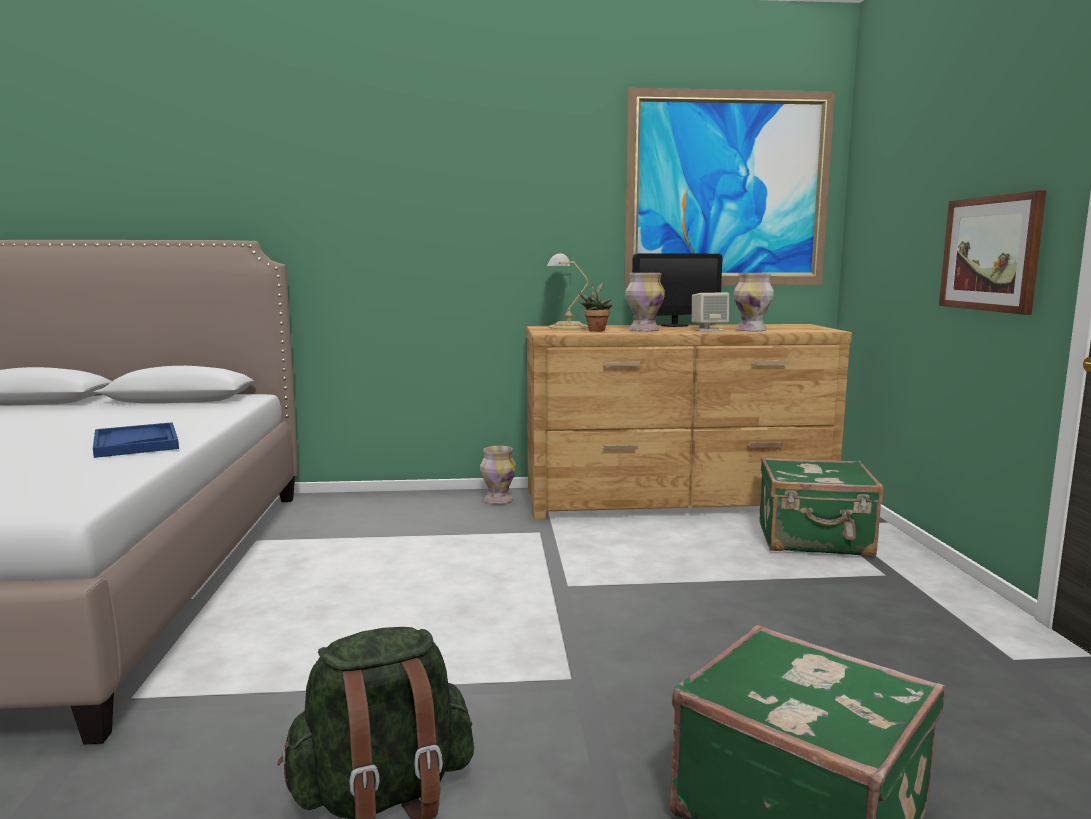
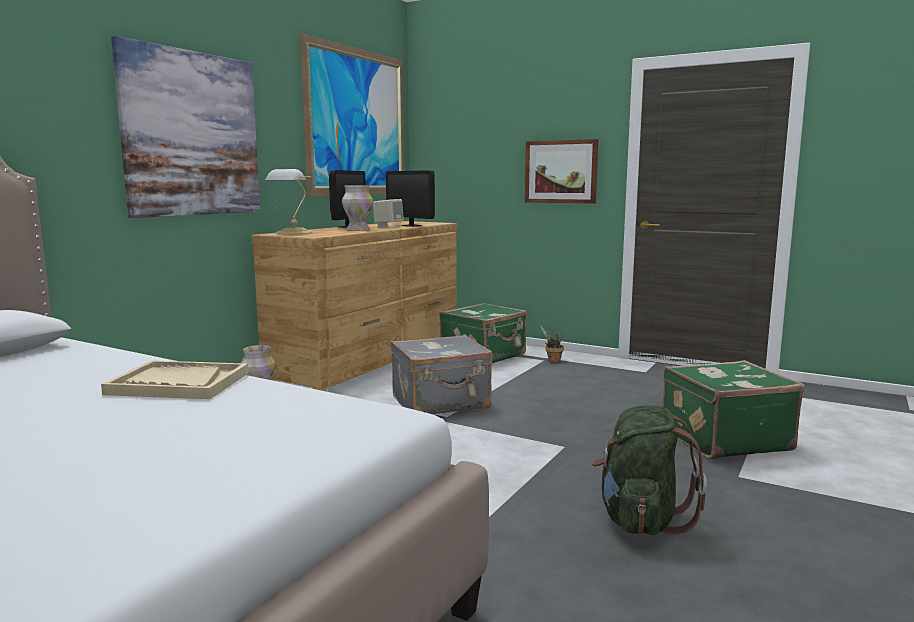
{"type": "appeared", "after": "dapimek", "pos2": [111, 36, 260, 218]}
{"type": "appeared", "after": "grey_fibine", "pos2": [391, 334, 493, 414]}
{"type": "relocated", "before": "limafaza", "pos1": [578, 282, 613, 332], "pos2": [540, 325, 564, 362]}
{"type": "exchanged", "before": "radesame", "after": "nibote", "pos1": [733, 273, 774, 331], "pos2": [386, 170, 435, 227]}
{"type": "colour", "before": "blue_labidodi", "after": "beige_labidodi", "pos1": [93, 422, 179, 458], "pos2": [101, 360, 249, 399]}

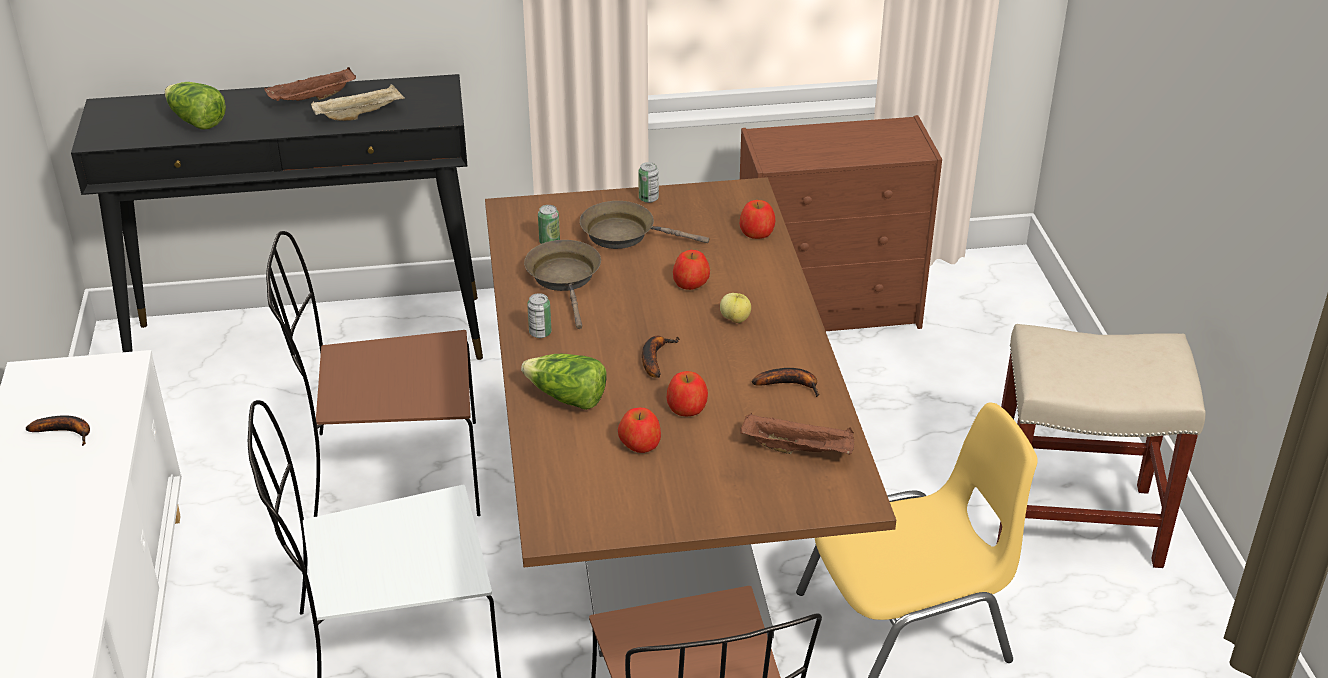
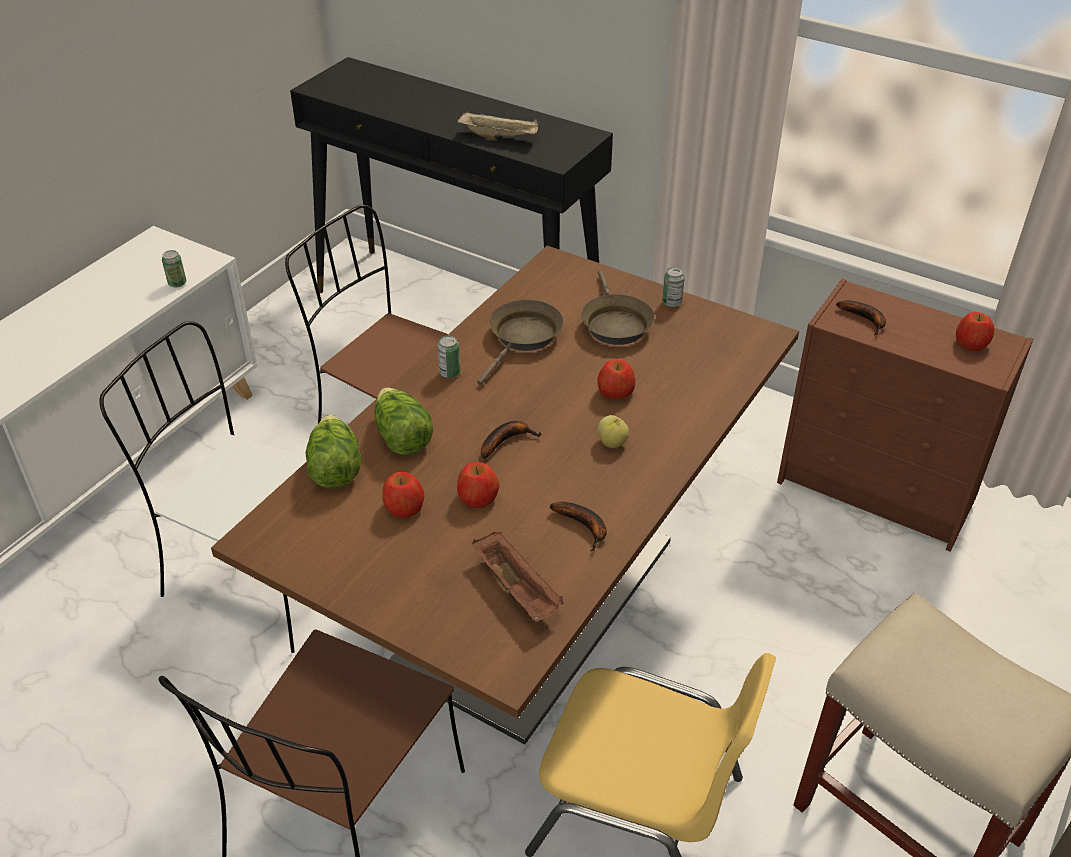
{"type": "missing", "before": "brown_labidodi", "pos1": [264, 67, 356, 101]}
{"type": "relocated", "before": "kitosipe", "pos1": [26, 415, 90, 446], "pos2": [836, 300, 886, 335]}
{"type": "relocated", "before": "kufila", "pos1": [165, 82, 226, 130], "pos2": [305, 415, 362, 489]}
{"type": "relocated", "before": "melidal", "pos1": [538, 205, 560, 244], "pos2": [162, 250, 186, 287]}
{"type": "relocated", "before": "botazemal", "pos1": [740, 200, 776, 239], "pos2": [956, 312, 995, 351]}
{"type": "spun", "before": "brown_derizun", "pos1": [580, 201, 709, 249], "pos2": [581, 270, 655, 345], "turn": -150}

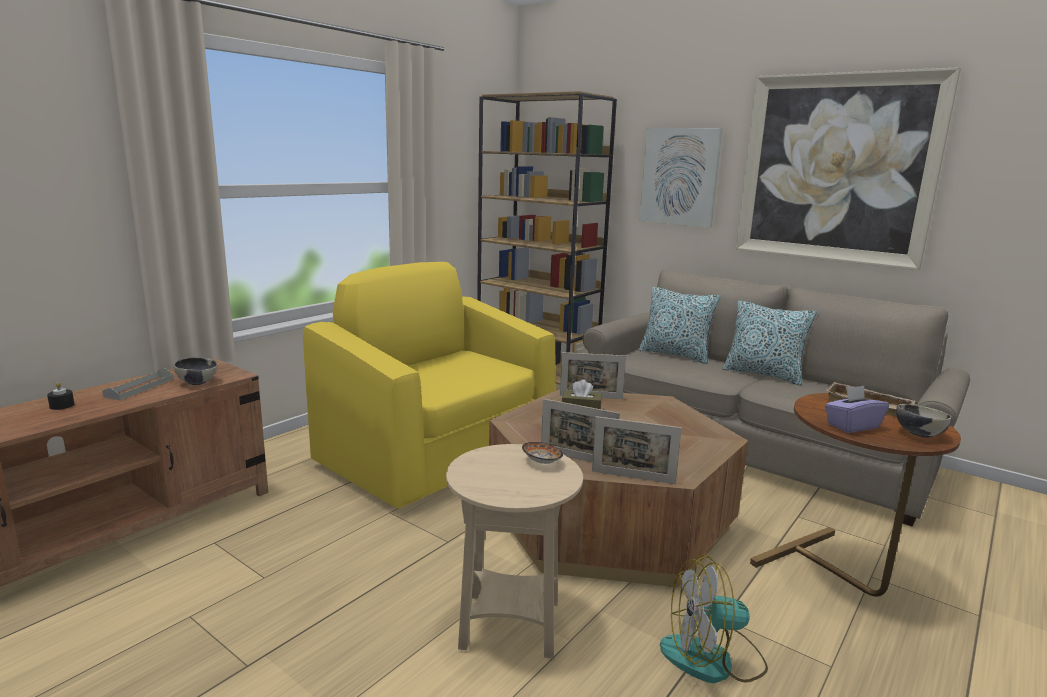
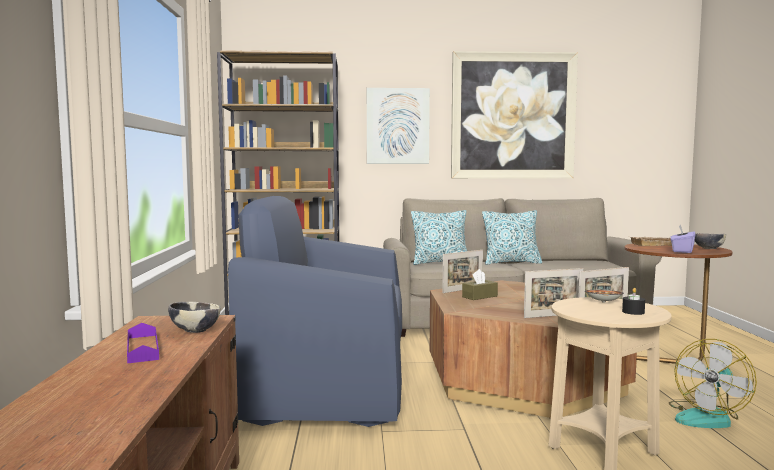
{"type": "relocated", "before": "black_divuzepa", "pos1": [47, 382, 74, 410], "pos2": [622, 288, 645, 315]}
{"type": "colour", "before": "grey_labidodi", "after": "purple_labidodi", "pos1": [102, 368, 174, 400], "pos2": [127, 323, 159, 363]}
{"type": "colour", "before": "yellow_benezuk", "after": "blue_benezuk", "pos1": [303, 262, 556, 508], "pos2": [228, 196, 402, 427]}

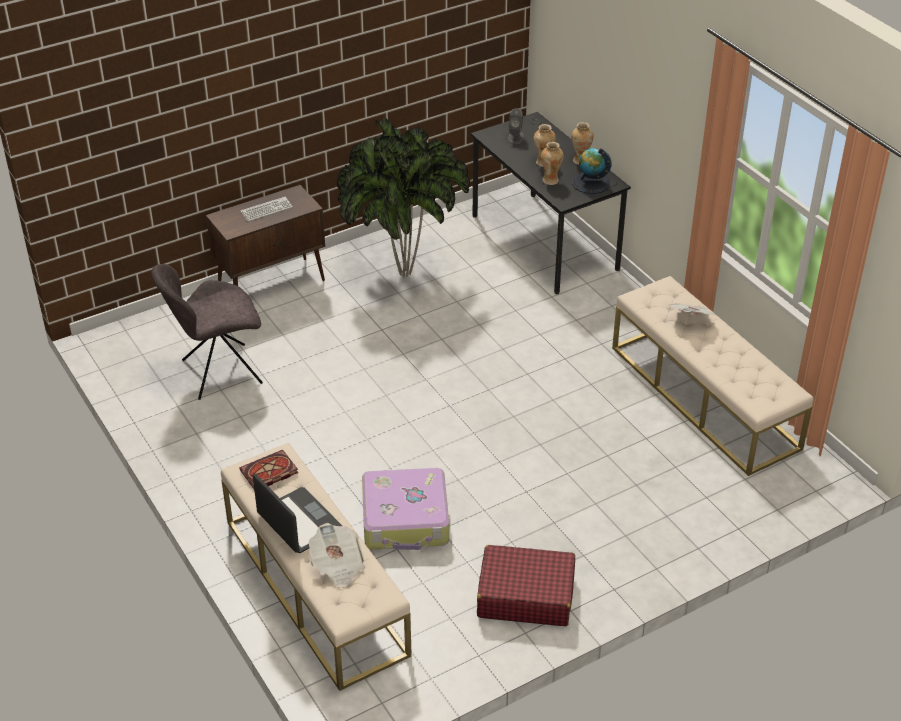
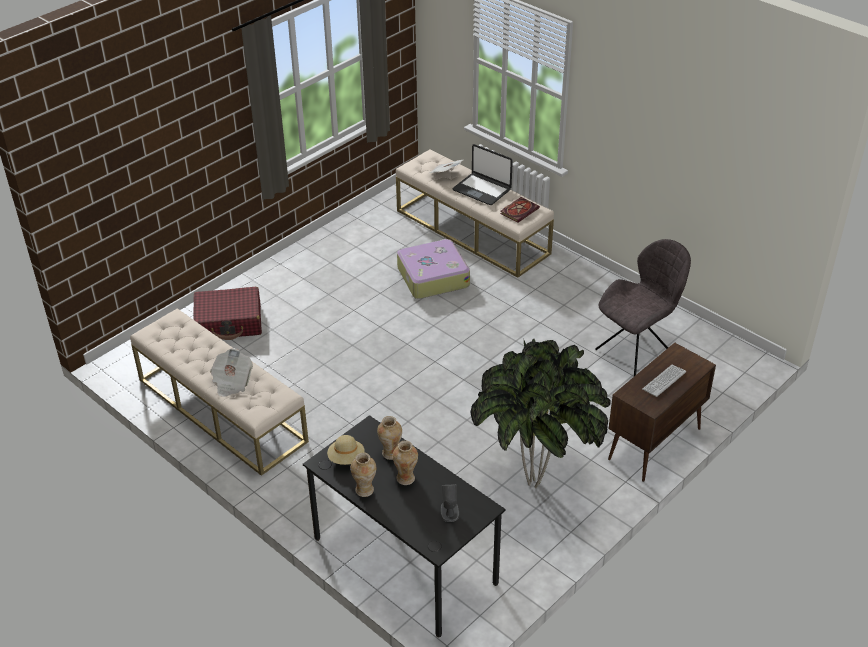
{"type": "relocated", "before": "red_fibine", "pos1": [477, 545, 575, 626], "pos2": [193, 287, 262, 340]}
{"type": "exchanged", "before": "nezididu", "after": "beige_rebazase", "pos1": [572, 148, 611, 194], "pos2": [327, 435, 365, 465]}

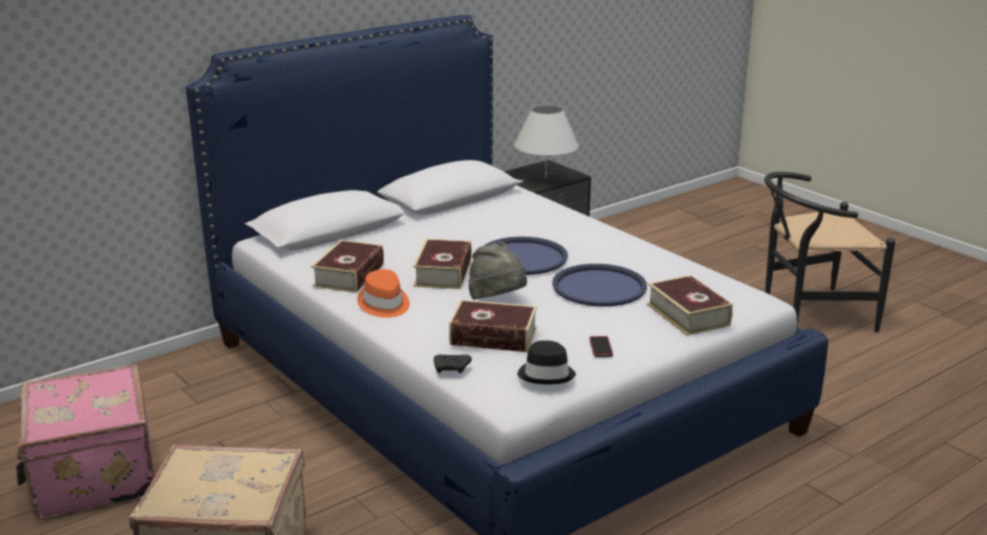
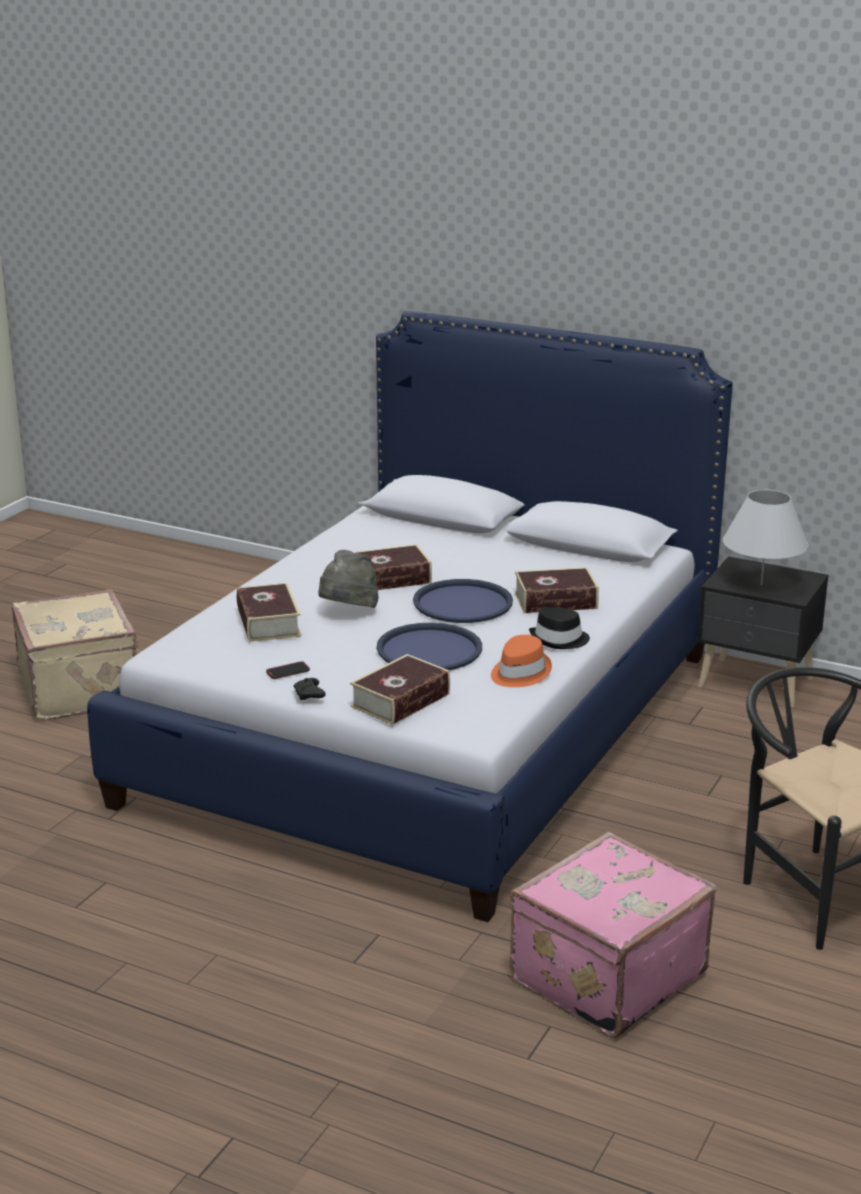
{"type": "relocated", "before": "pink_fibine", "pos1": [16, 365, 155, 520], "pos2": [510, 832, 717, 1038]}
{"type": "relocated", "before": "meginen", "pos1": [311, 240, 384, 293], "pos2": [515, 567, 599, 613]}
{"type": "relocated", "before": "orange_rebazase", "pos1": [357, 269, 410, 318], "pos2": [491, 635, 552, 687]}
{"type": "relocated", "before": "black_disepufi", "pos1": [434, 355, 472, 374], "pos2": [293, 678, 326, 700]}
{"type": "relocated", "before": "black_rebazase", "pos1": [517, 340, 576, 384], "pos2": [529, 607, 590, 649]}

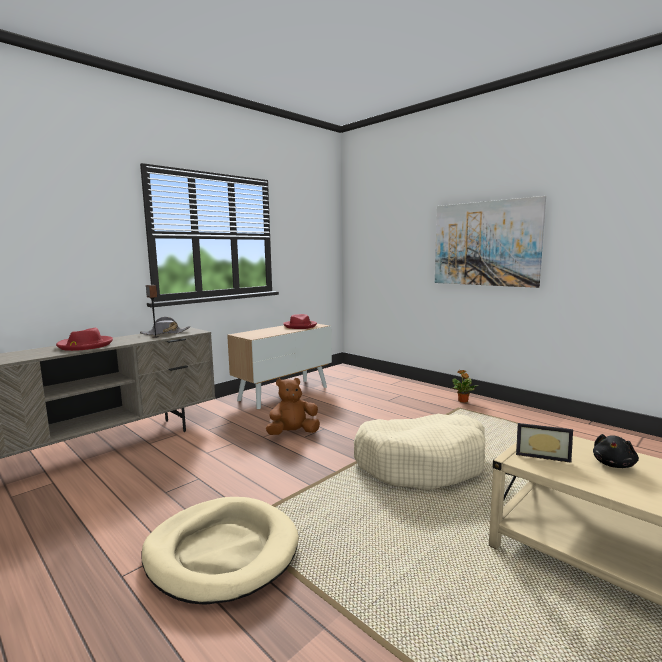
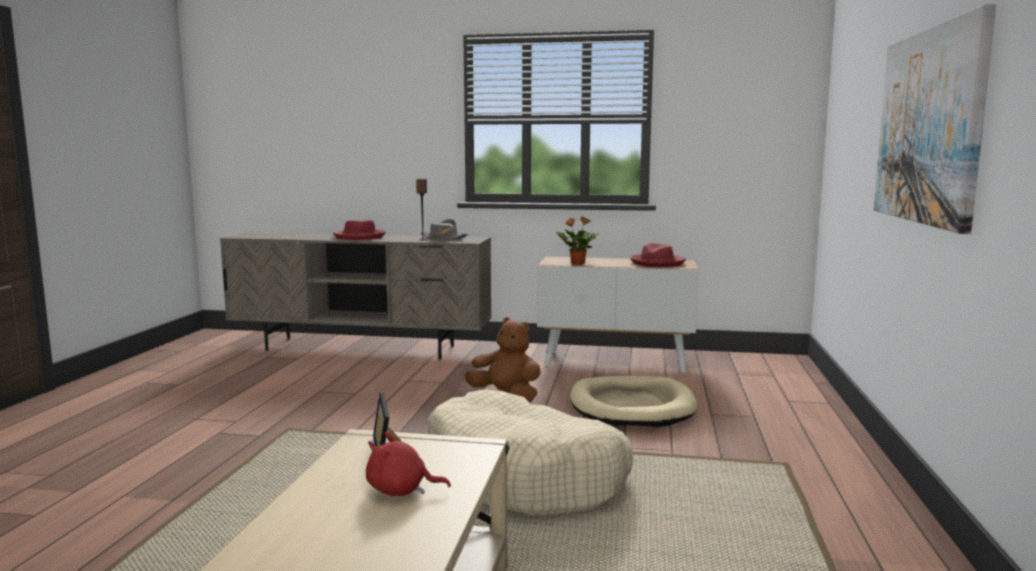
{"type": "relocated", "before": "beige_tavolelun", "pos1": [141, 497, 299, 605], "pos2": [570, 376, 698, 427]}
{"type": "relocated", "before": "limafaza", "pos1": [452, 370, 478, 403], "pos2": [556, 217, 600, 265]}
{"type": "colour", "before": "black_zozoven", "after": "red_zozoven", "pos1": [593, 434, 639, 468], "pos2": [366, 432, 451, 496]}

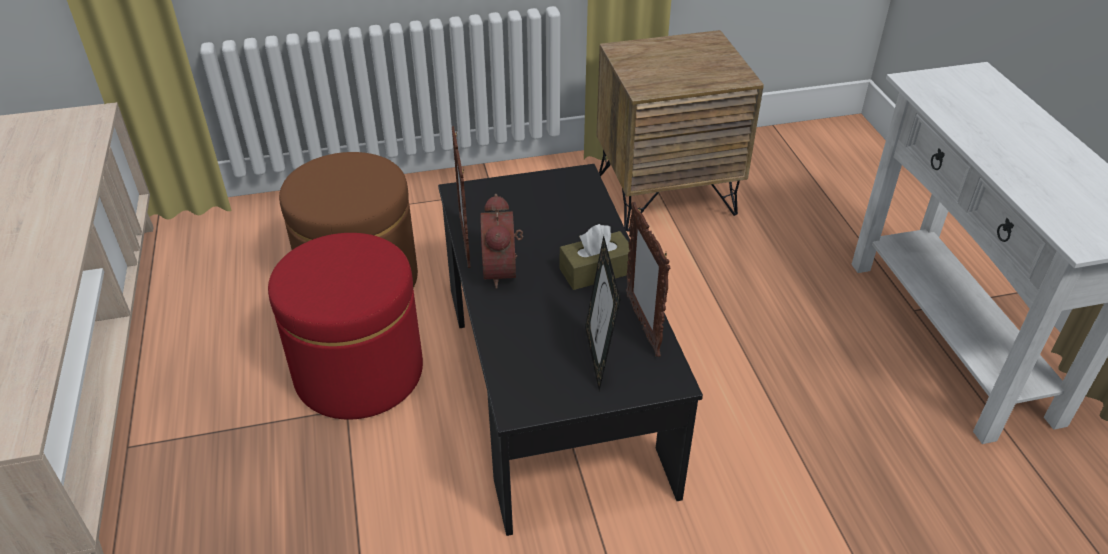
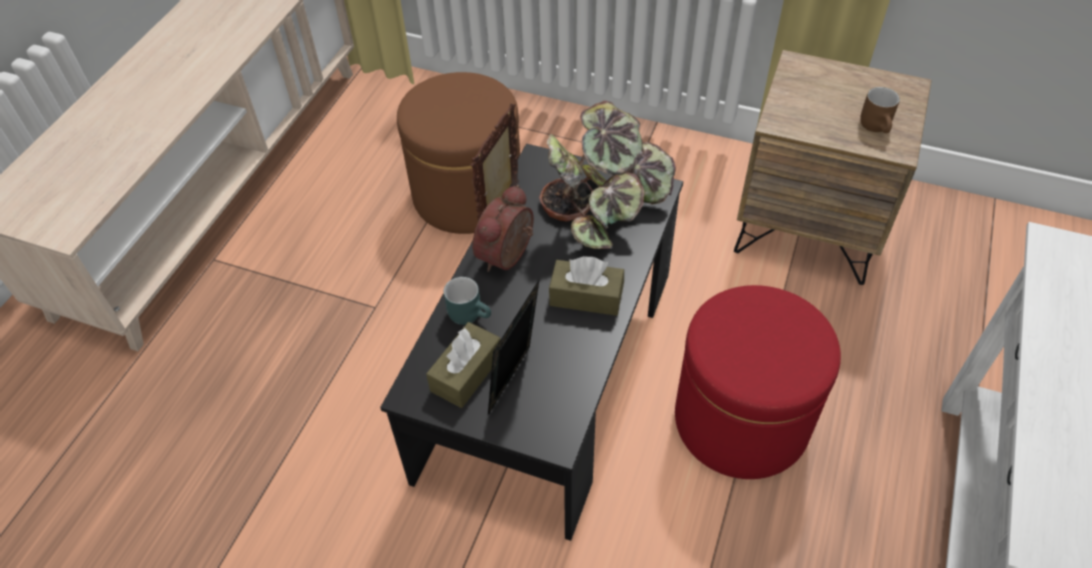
{"type": "missing", "before": "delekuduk", "pos1": [626, 202, 670, 357]}
{"type": "appeared", "after": "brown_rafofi", "pos2": [426, 322, 500, 408]}
{"type": "appeared", "after": "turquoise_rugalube", "pos2": [444, 277, 491, 325]}
{"type": "appeared", "after": "limafaza", "pos2": [539, 101, 676, 249]}
{"type": "appeared", "after": "brown_rugalube", "pos2": [860, 87, 900, 133]}
{"type": "relocated", "before": "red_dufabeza", "pos1": [268, 233, 423, 419], "pos2": [675, 285, 841, 479]}

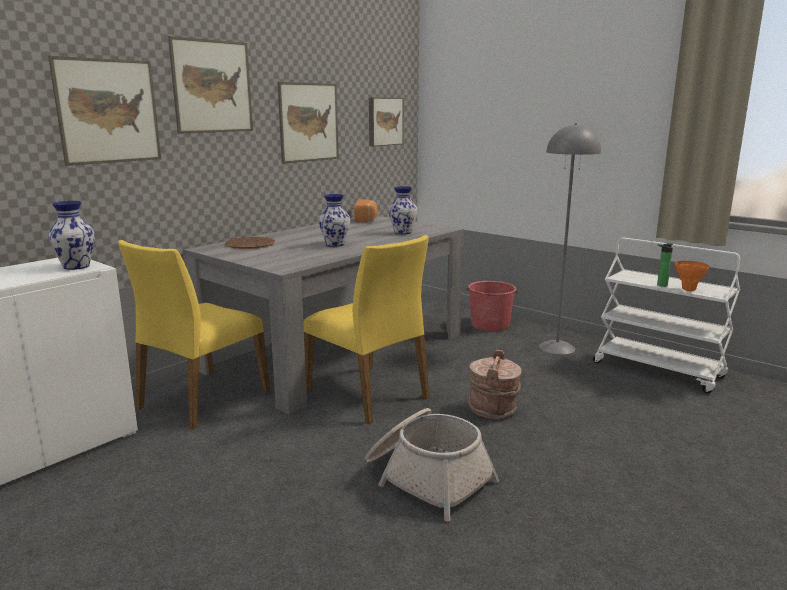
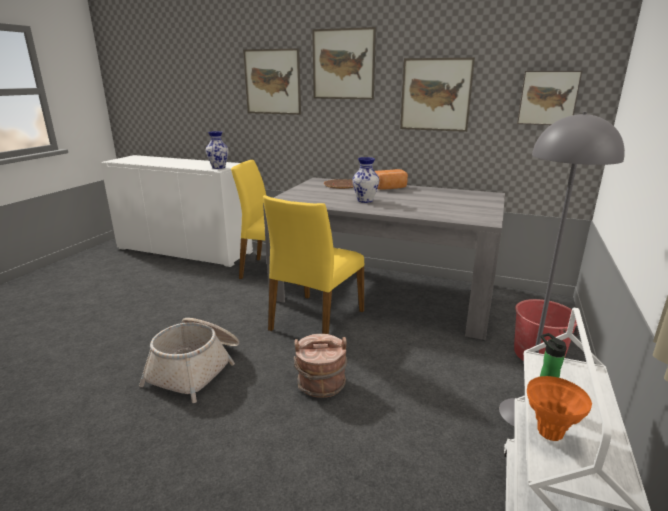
{"type": "missing", "before": "radesame", "pos1": [389, 186, 417, 234]}
{"type": "relocated", "before": "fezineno", "pos1": [354, 199, 377, 222], "pos2": [375, 169, 408, 190]}

